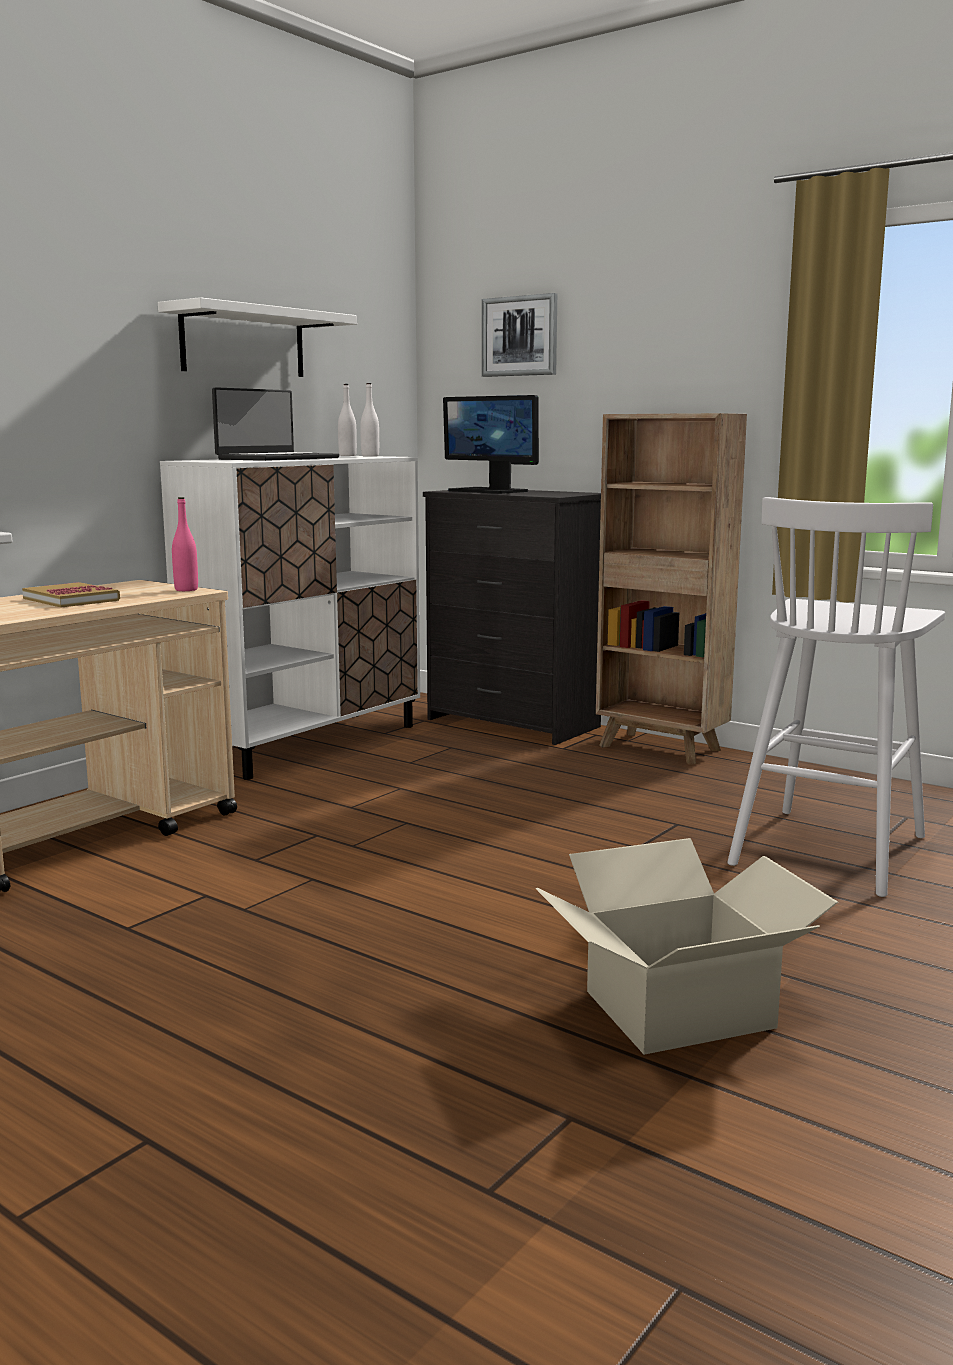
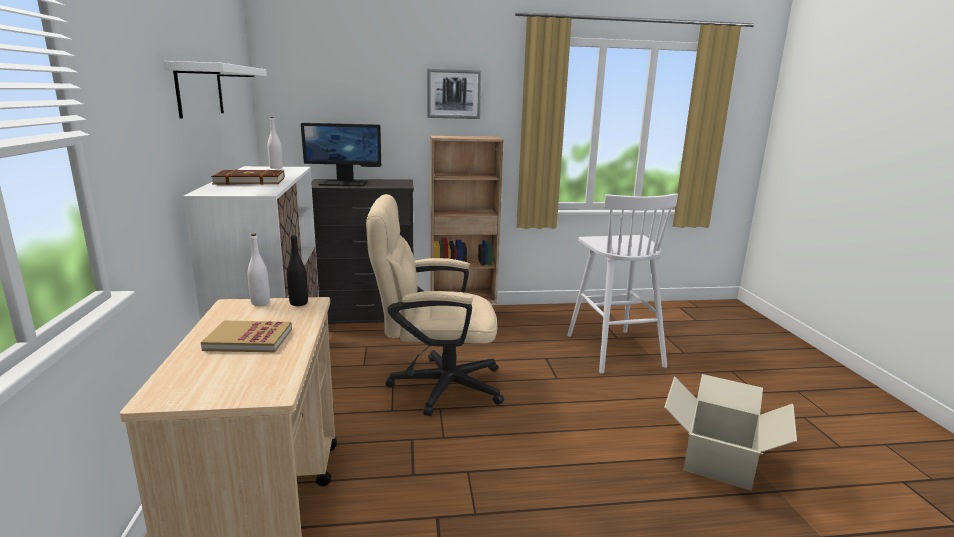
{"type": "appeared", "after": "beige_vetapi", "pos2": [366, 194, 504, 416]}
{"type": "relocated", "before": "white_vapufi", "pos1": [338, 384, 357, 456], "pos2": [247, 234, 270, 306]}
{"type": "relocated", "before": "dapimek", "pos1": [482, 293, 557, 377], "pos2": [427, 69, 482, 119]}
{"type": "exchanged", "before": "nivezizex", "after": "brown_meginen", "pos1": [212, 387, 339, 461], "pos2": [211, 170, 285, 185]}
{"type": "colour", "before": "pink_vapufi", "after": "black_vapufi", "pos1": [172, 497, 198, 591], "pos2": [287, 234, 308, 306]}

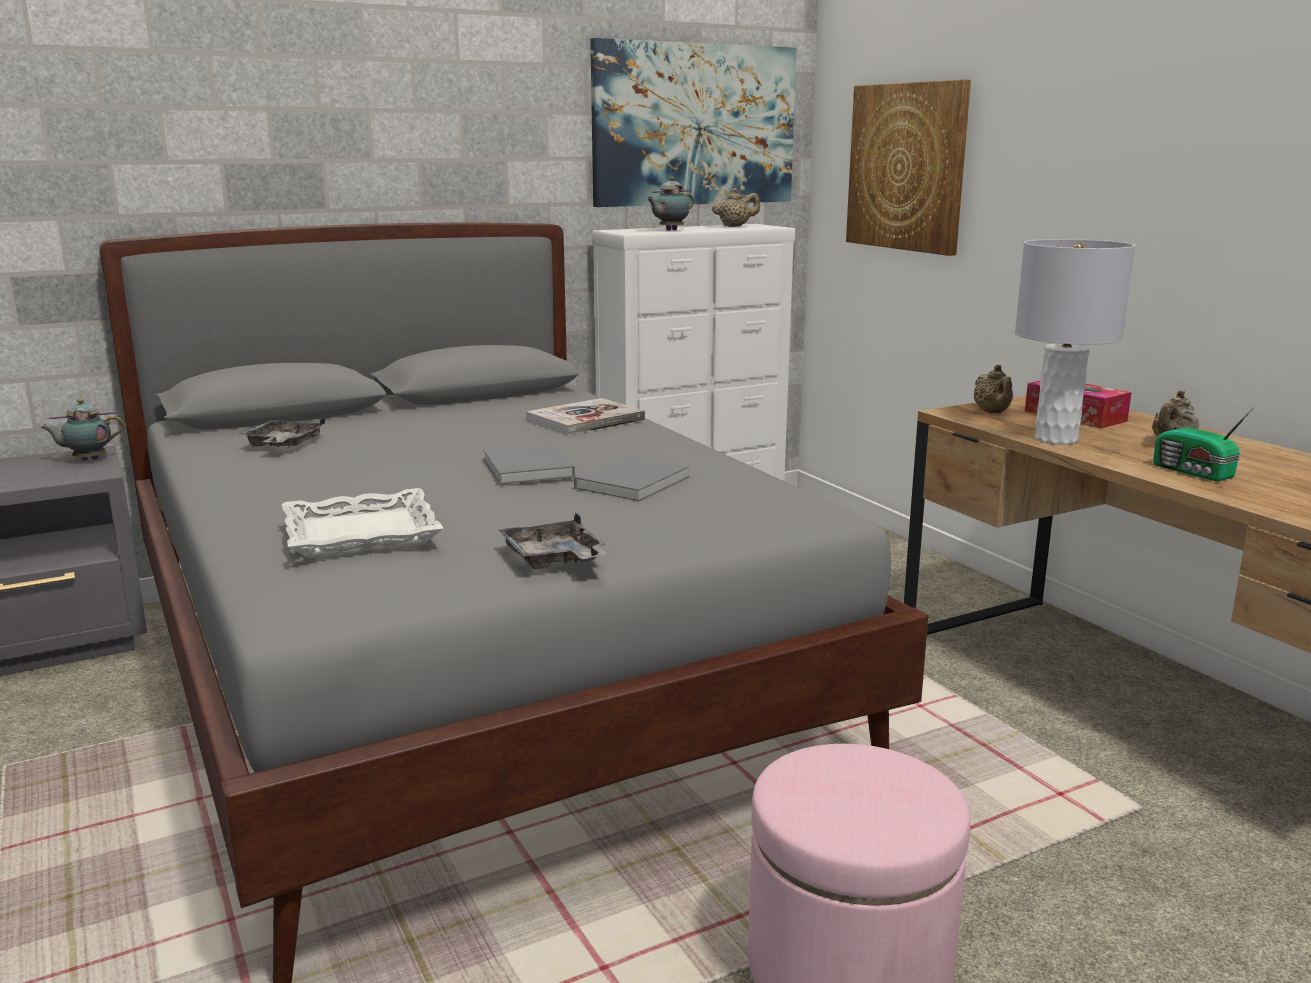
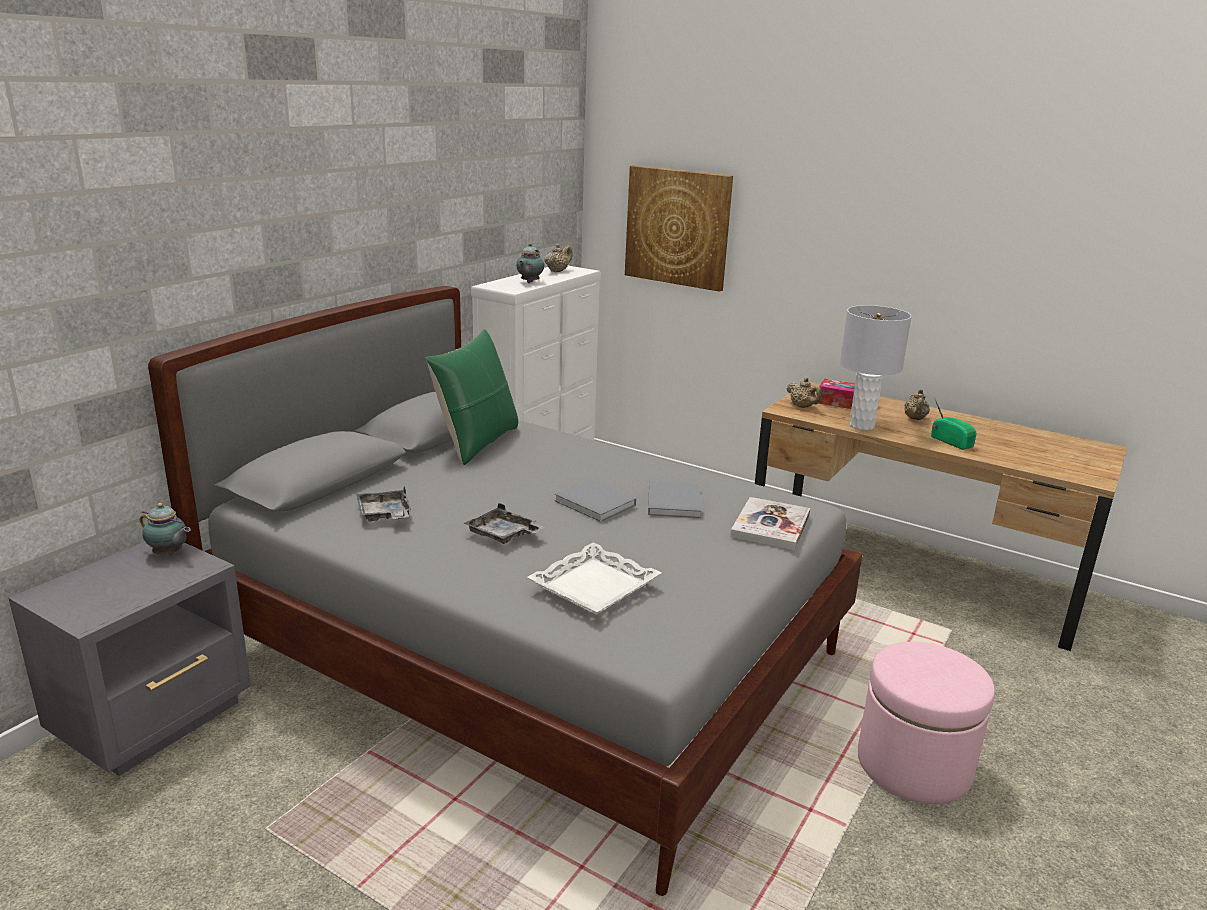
{"type": "missing", "before": "dapimek", "pos1": [590, 38, 796, 207]}
{"type": "appeared", "after": "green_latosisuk", "pos2": [426, 329, 518, 465]}
{"type": "relocated", "before": "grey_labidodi", "pos1": [498, 513, 608, 569], "pos2": [463, 503, 545, 544]}
{"type": "relocated", "before": "meginen", "pos1": [526, 398, 645, 436], "pos2": [730, 497, 810, 550]}
{"type": "spun", "before": "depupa", "pos1": [40, 399, 125, 461], "pos2": [140, 503, 191, 555], "turn": -105}
{"type": "spun", "before": "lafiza", "pos1": [1153, 407, 1254, 482], "pos2": [931, 399, 977, 450], "turn": -150}

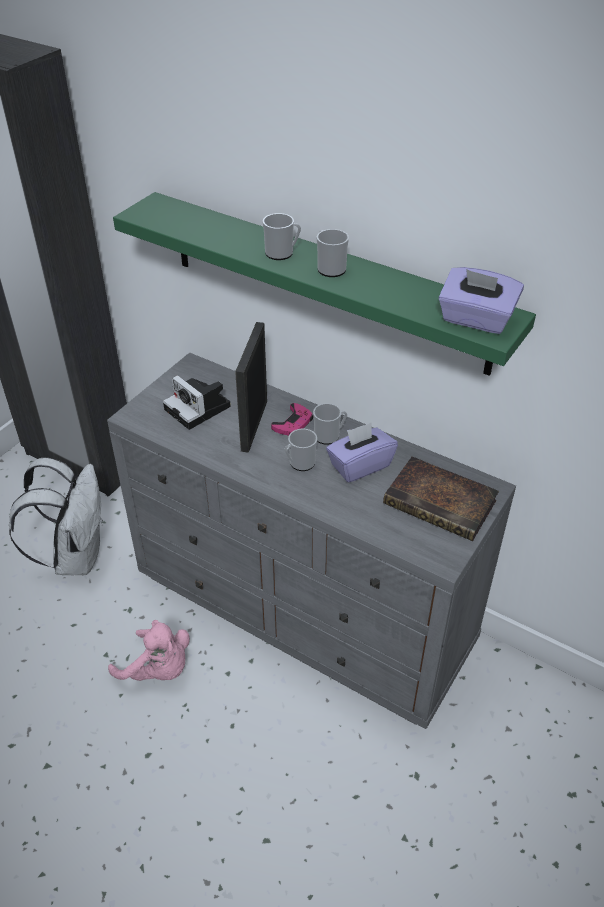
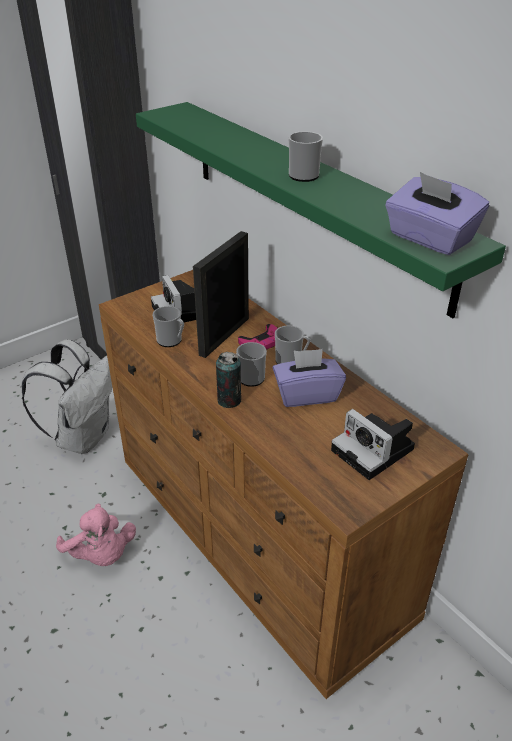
{"type": "appeared", "after": "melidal", "pos2": [216, 352, 241, 408]}
{"type": "relocated", "before": "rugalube", "pos1": [263, 213, 301, 260], "pos2": [153, 306, 184, 347]}
{"type": "exchanged", "before": "meginen", "after": "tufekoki", "pos1": [383, 456, 499, 541], "pos2": [331, 409, 415, 480]}
{"type": "colour", "before": "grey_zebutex", "after": "brown_zebutex", "pos1": [107, 353, 516, 729], "pos2": [99, 270, 469, 699]}

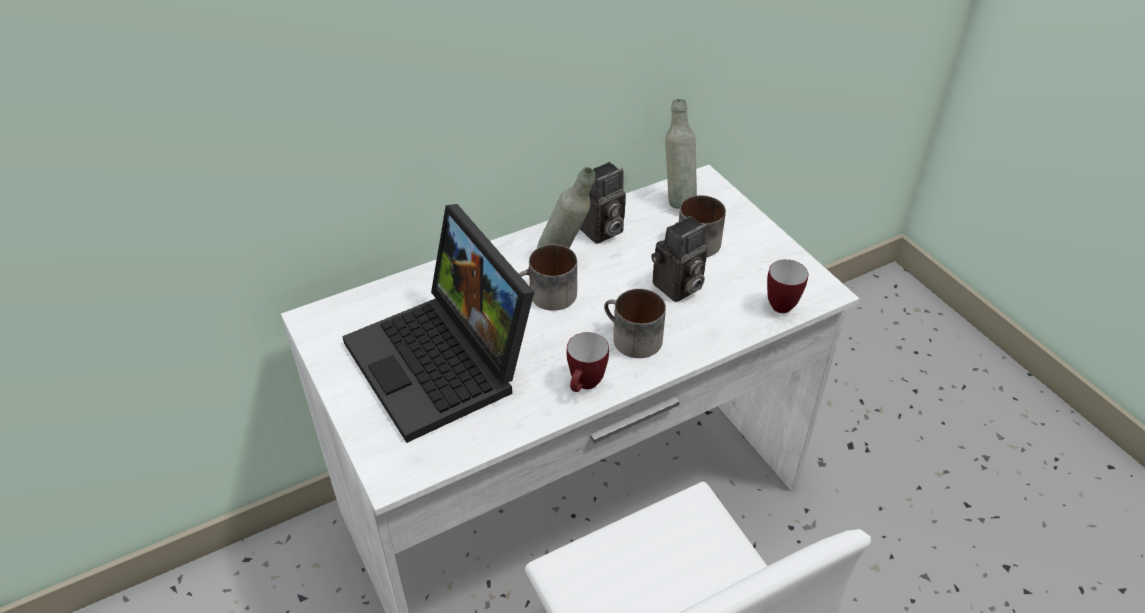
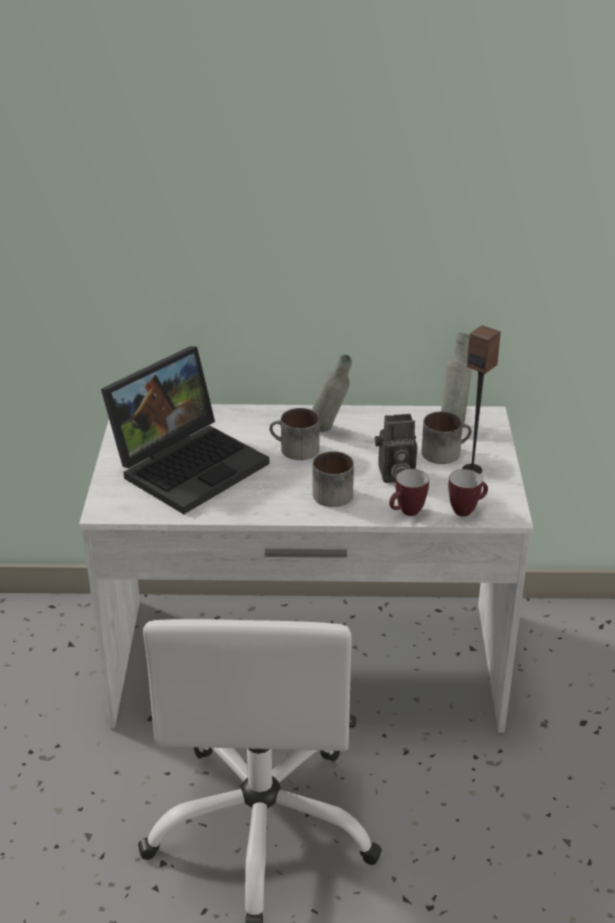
{"type": "missing", "before": "tufekoki", "pos1": [580, 162, 626, 244]}
{"type": "appeared", "after": "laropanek", "pos2": [462, 325, 501, 474]}
{"type": "relocated", "before": "rugalube", "pos1": [567, 332, 609, 392], "pos2": [389, 469, 429, 516]}
{"type": "spun", "before": "nivezizex", "pos1": [342, 204, 534, 443], "pos2": [101, 346, 269, 514], "turn": -135}

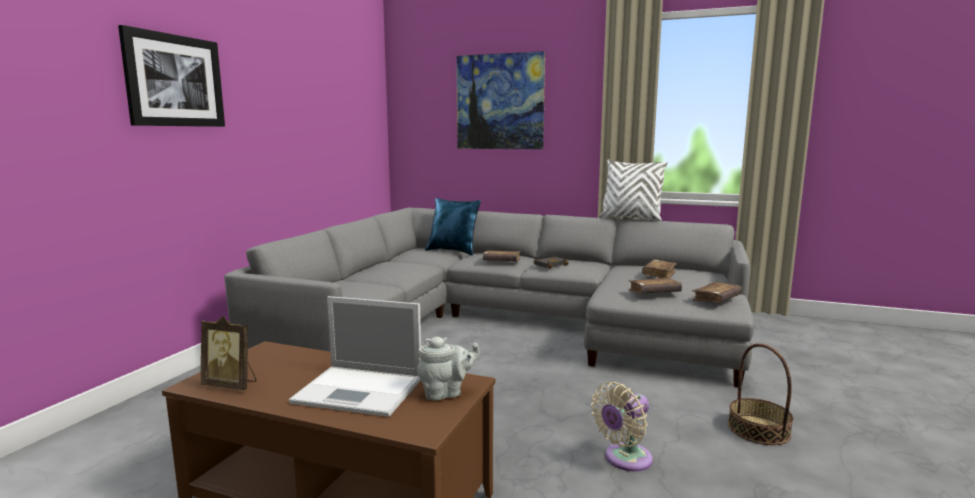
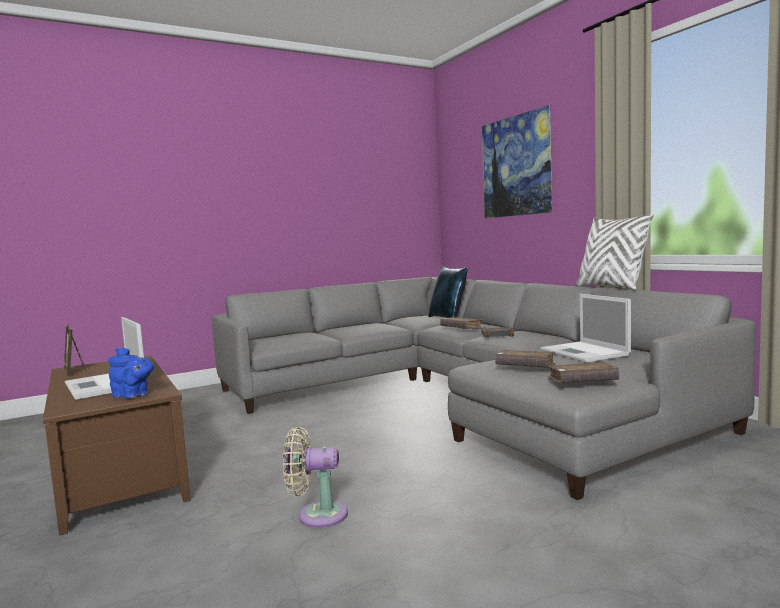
{"type": "missing", "before": "dapimek", "pos1": [118, 25, 225, 127]}
{"type": "missing", "before": "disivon", "pos1": [728, 343, 793, 445]}
{"type": "exchanged", "before": "brown_meginen", "after": "nivezizex", "pos1": [642, 260, 677, 278], "pos2": [540, 294, 631, 363]}
{"type": "colour", "before": "grey_depupa", "after": "blue_depupa", "pos1": [417, 336, 480, 401], "pos2": [108, 348, 154, 398]}

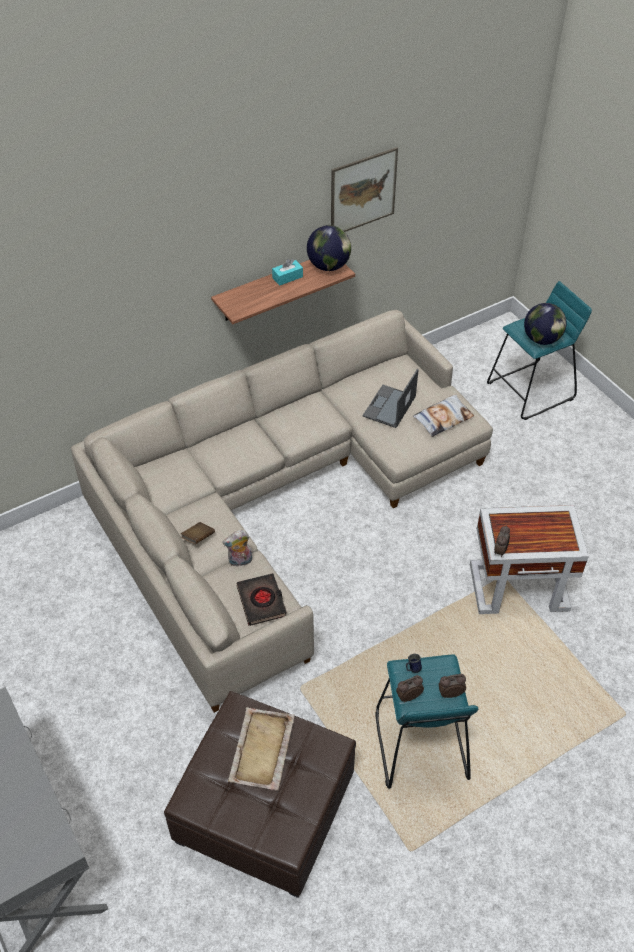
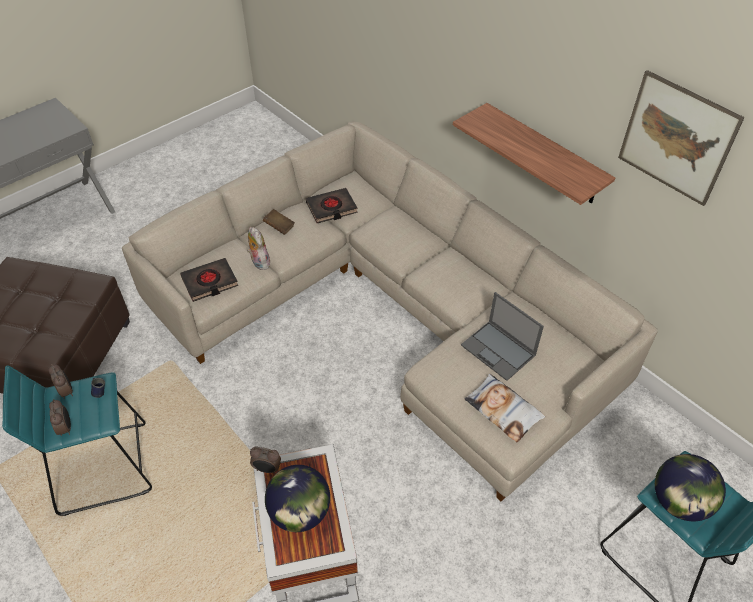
{"type": "missing", "before": "beige_labidodi", "pos1": [228, 707, 295, 791]}
{"type": "missing", "before": "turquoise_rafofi", "pos1": [272, 259, 303, 286]}
{"type": "appeared", "after": "black_meginen", "pos2": [306, 188, 358, 223]}
{"type": "relocated", "before": "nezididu", "pos1": [307, 225, 351, 271], "pos2": [265, 465, 330, 532]}
{"type": "spun", "before": "nivezizex", "pos1": [363, 369, 419, 428], "pos2": [461, 292, 544, 381], "turn": -150}

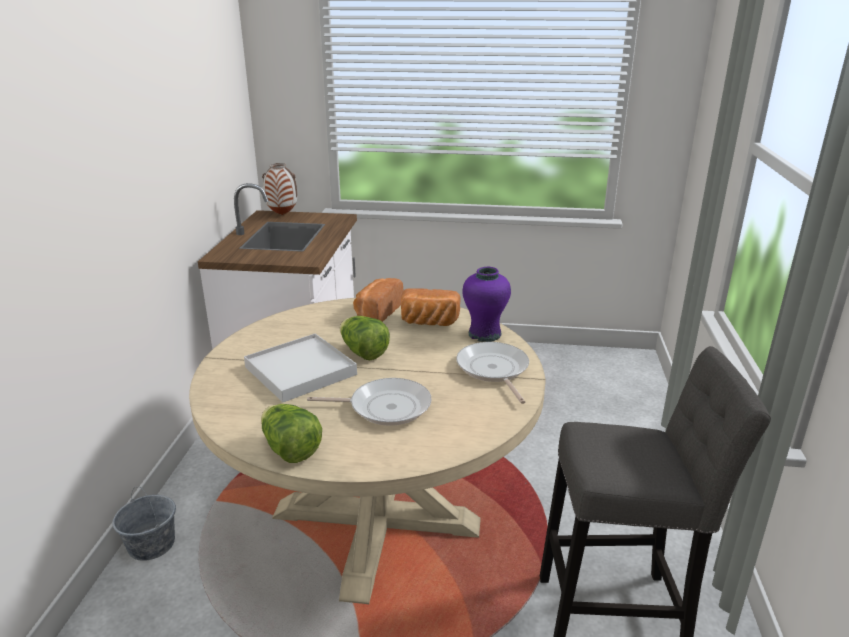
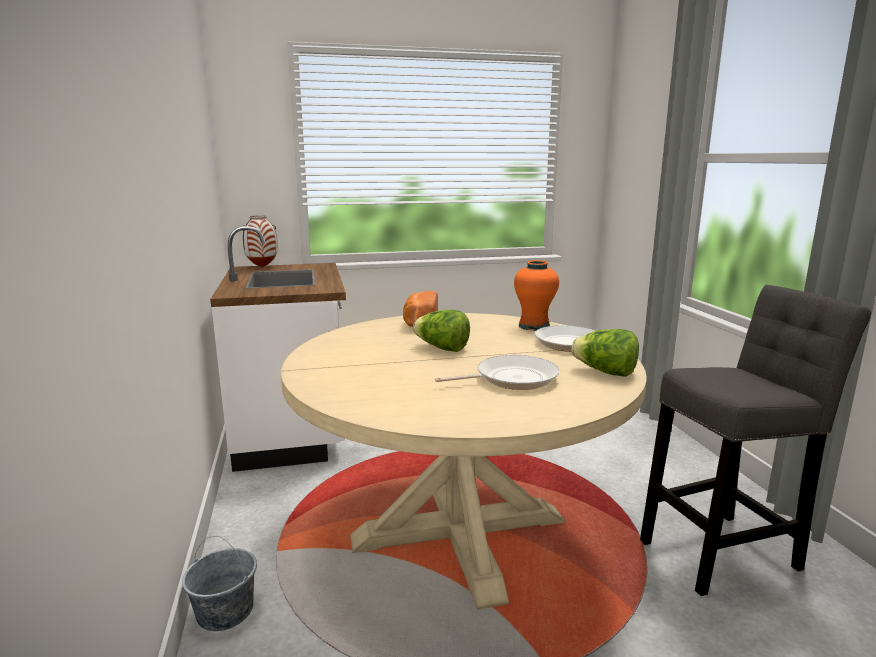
{"type": "missing", "before": "white_labidodi", "pos1": [244, 333, 357, 402]}
{"type": "missing", "before": "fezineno", "pos1": [401, 288, 461, 326]}
{"type": "relocated", "before": "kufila", "pos1": [261, 404, 322, 463], "pos2": [571, 329, 639, 377]}
{"type": "colour", "before": "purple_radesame", "after": "orange_radesame", "pos1": [462, 267, 511, 342], "pos2": [514, 260, 559, 331]}

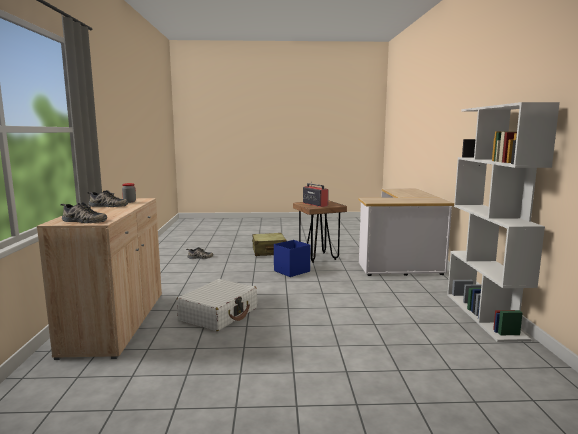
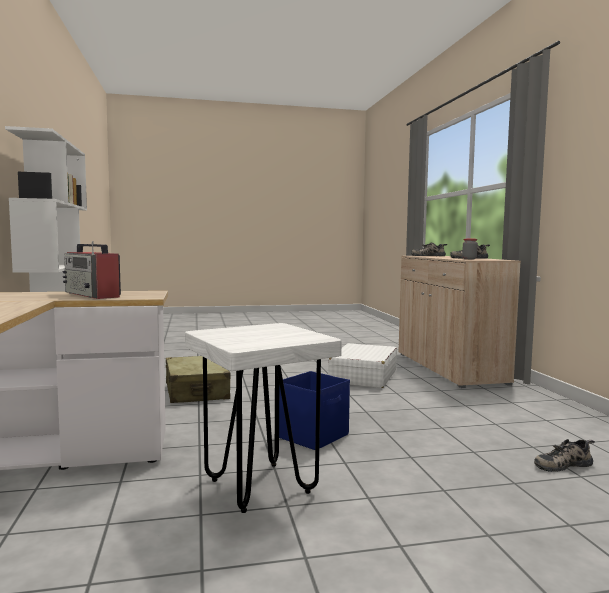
{"type": "relocated", "before": "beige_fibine", "pos1": [252, 233, 286, 256], "pos2": [166, 356, 230, 403]}
{"type": "relocated", "before": "lafiza", "pos1": [303, 181, 329, 207], "pos2": [63, 241, 121, 299]}
{"type": "colour", "before": "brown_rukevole", "after": "white_rukevole", "pos1": [293, 201, 347, 263], "pos2": [185, 323, 342, 513]}

